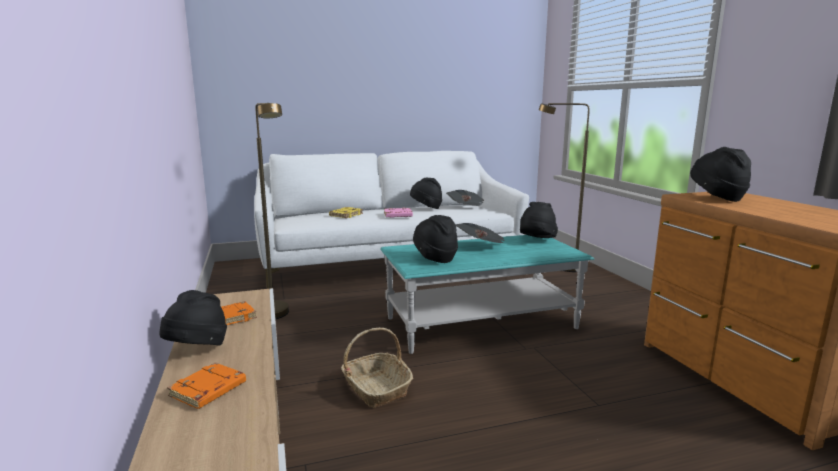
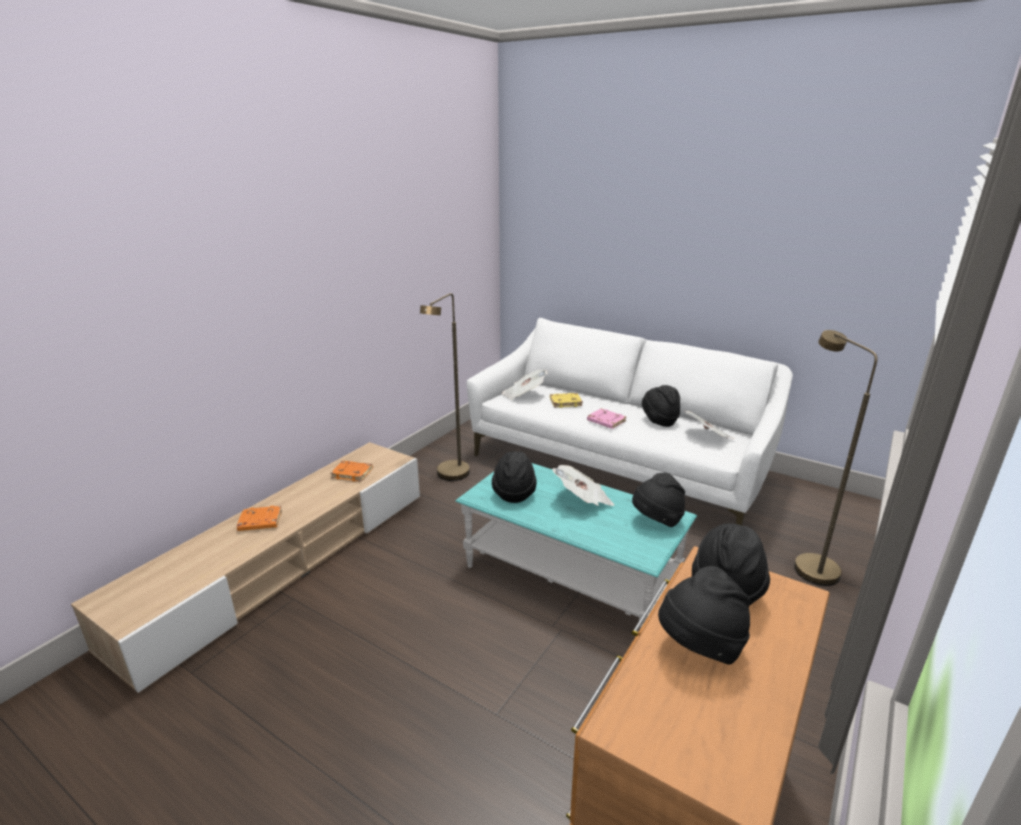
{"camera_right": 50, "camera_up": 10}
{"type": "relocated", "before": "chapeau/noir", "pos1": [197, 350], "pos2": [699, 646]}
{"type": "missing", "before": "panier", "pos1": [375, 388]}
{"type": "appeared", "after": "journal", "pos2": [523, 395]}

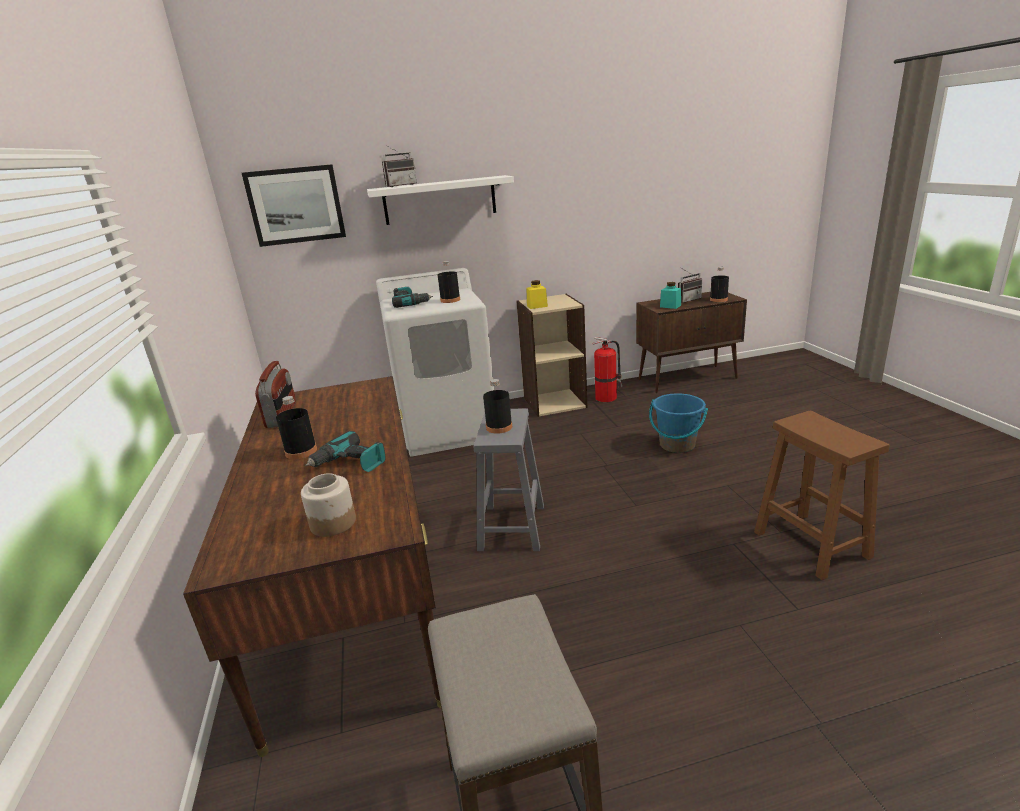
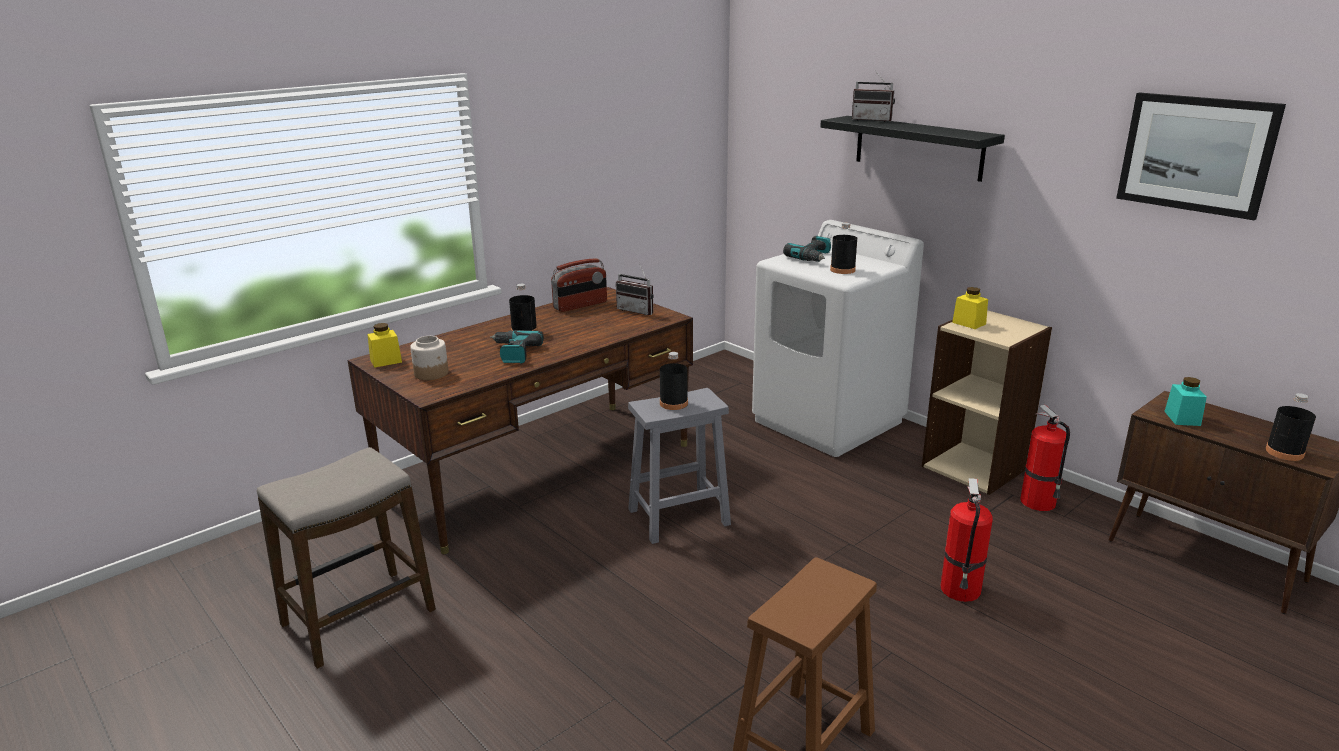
{"camera_right": 60, "camera_up": 0}
{"type": "relocated", "before": "tableau", "pos1": [296, 205], "pos2": [1196, 154]}
{"type": "colour", "before": "étagère/blanc", "after": "étagère/noir", "pos1": [440, 200], "pos2": [918, 147]}
{"type": "relocated", "before": "radio", "pos1": [687, 300], "pos2": [638, 310]}
{"type": "exchanged", "before": "seau/bleu", "after": "extincteur", "pos1": [677, 445], "pos2": [961, 590]}
{"type": "appeared", "after": "bocal/jaune", "pos2": [386, 361]}

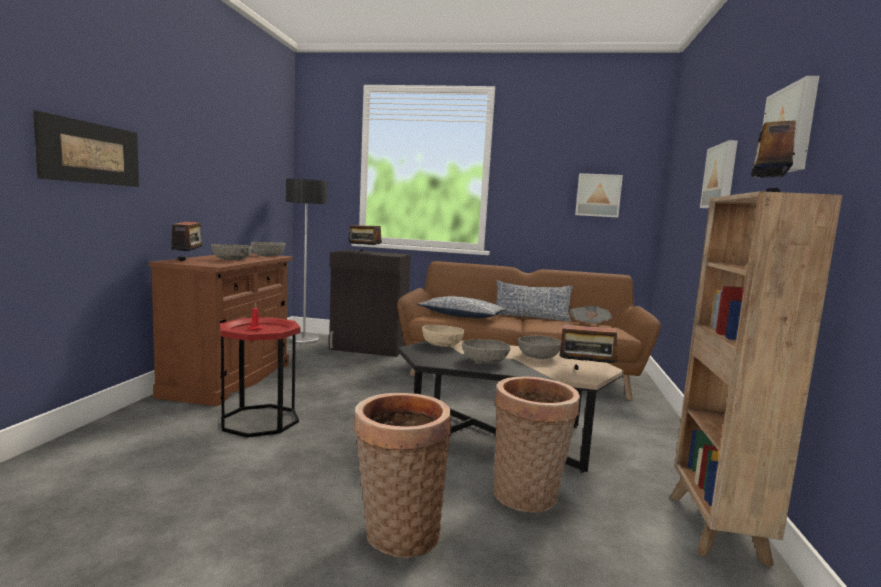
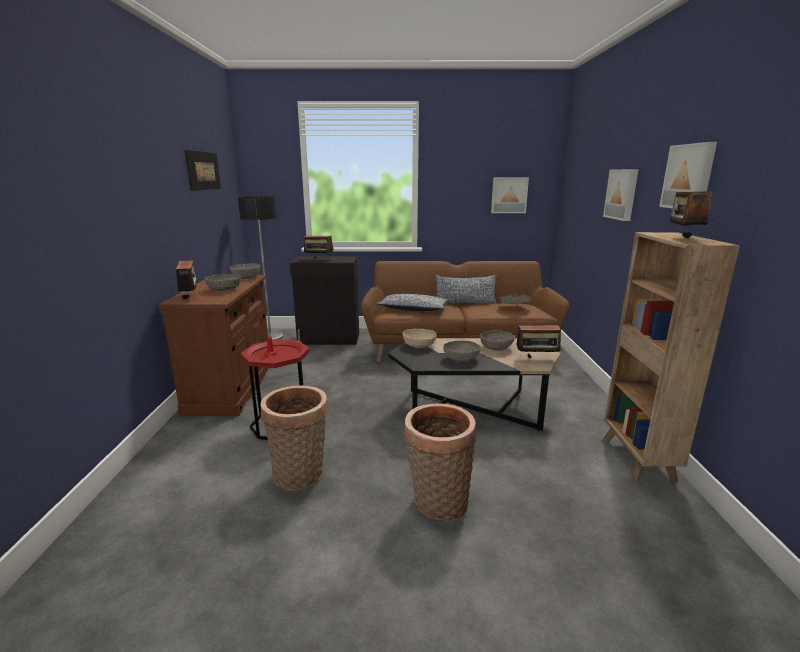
{"camera_right": -10, "camera_up": 10}
{"type": "relocated", "before": "tableau", "pos1": [91, 153], "pos2": [203, 171]}
{"type": "relocated", "before": "panier", "pos1": [528, 497], "pos2": [300, 476]}

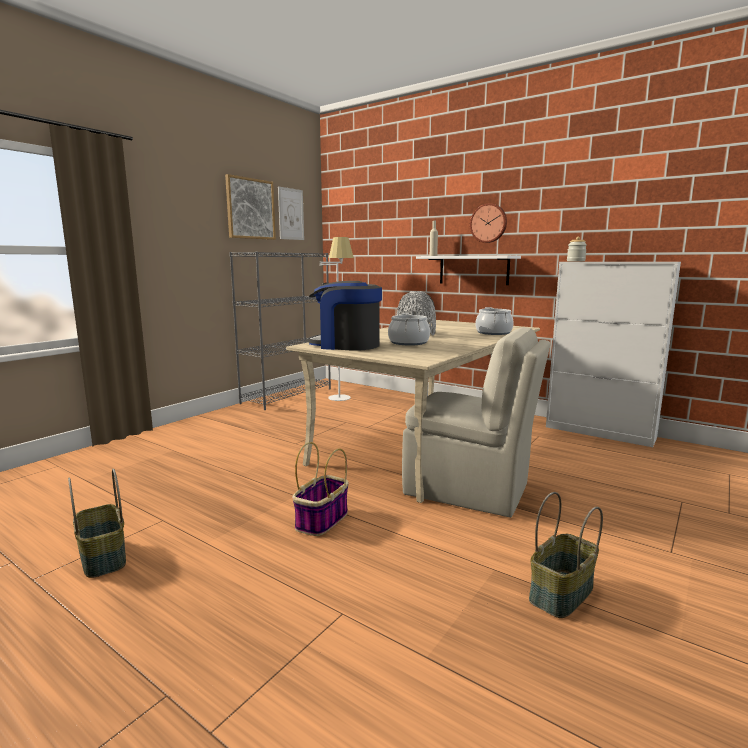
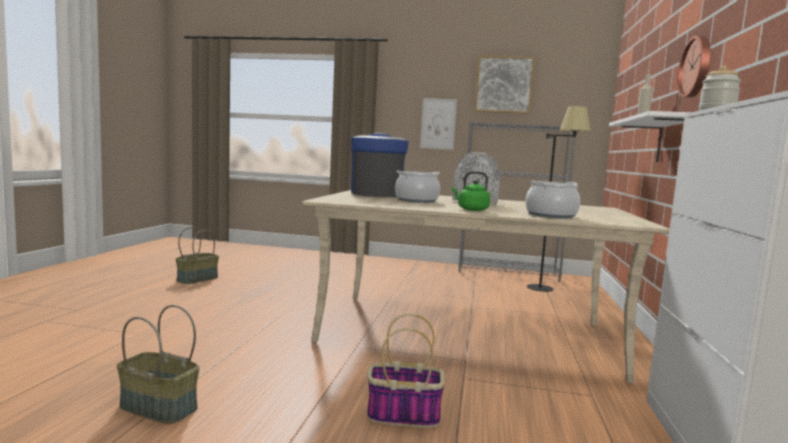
{"camera_right": 65, "camera_up": -5}
{"type": "relocated", "before": "tableau", "pos1": [291, 214], "pos2": [438, 124]}
{"type": "colour", "before": "lampadaire/blanc", "after": "lampadaire/noir", "pos1": [340, 395], "pos2": [549, 287]}
{"type": "missing", "before": "chaise/beige", "pos1": [469, 490]}
{"type": "relocated", "before": "panier", "pos1": [322, 521], "pos2": [402, 415]}
{"type": "appeared", "after": "bouilloire/vert", "pos2": [471, 209]}

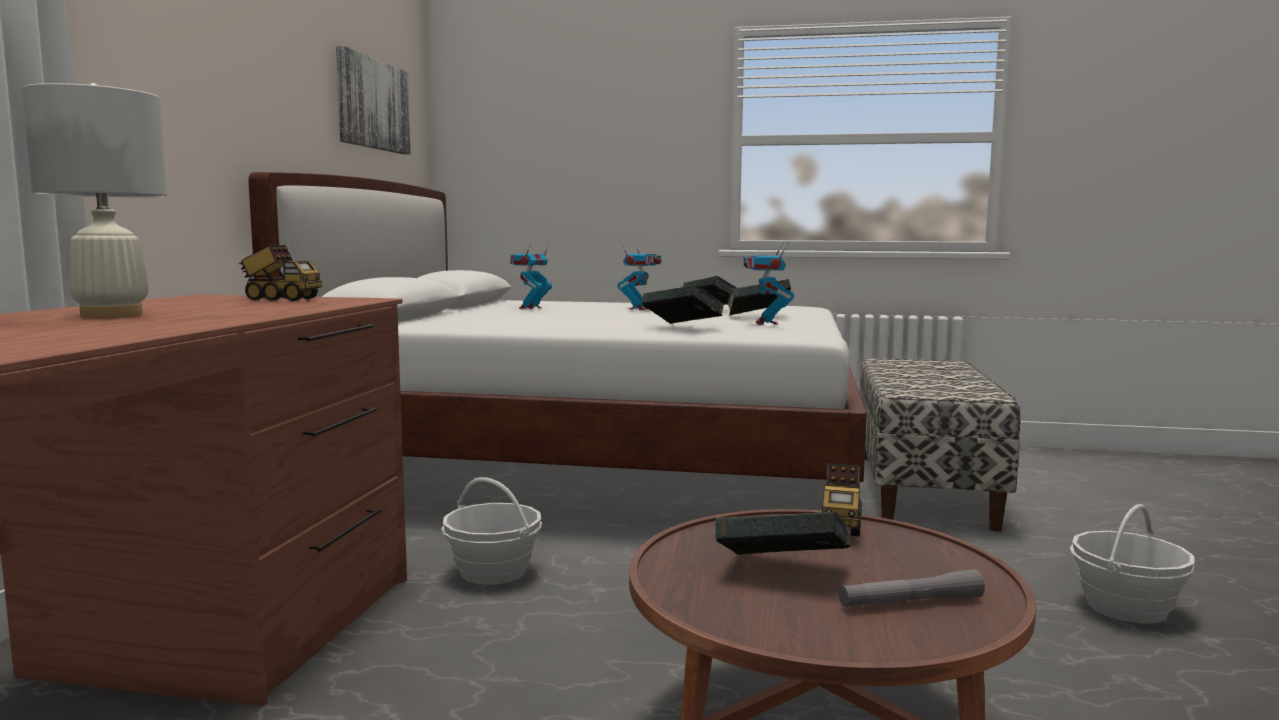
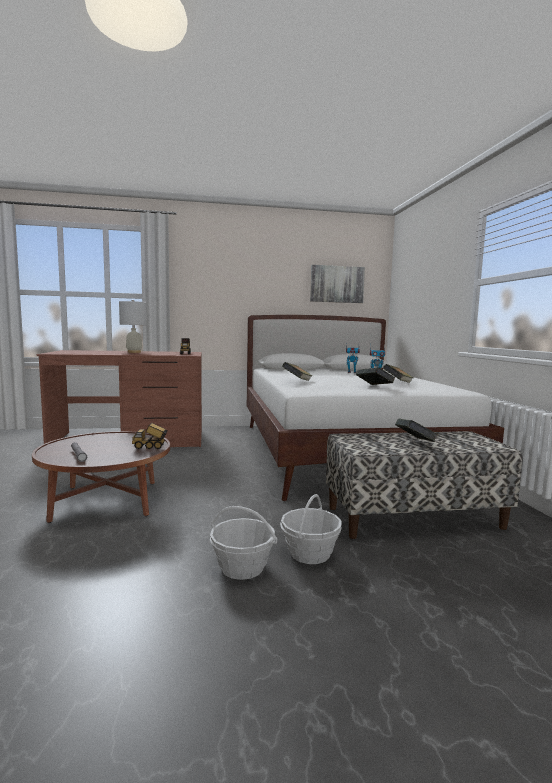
{"camera_right": 70, "camera_up": 0}
{"type": "missing", "before": "robot jouet", "pos1": [766, 323]}
{"type": "relocated", "before": "panier", "pos1": [493, 572], "pos2": [310, 553]}
{"type": "relocated", "before": "livre", "pos1": [782, 571], "pos2": [414, 443]}

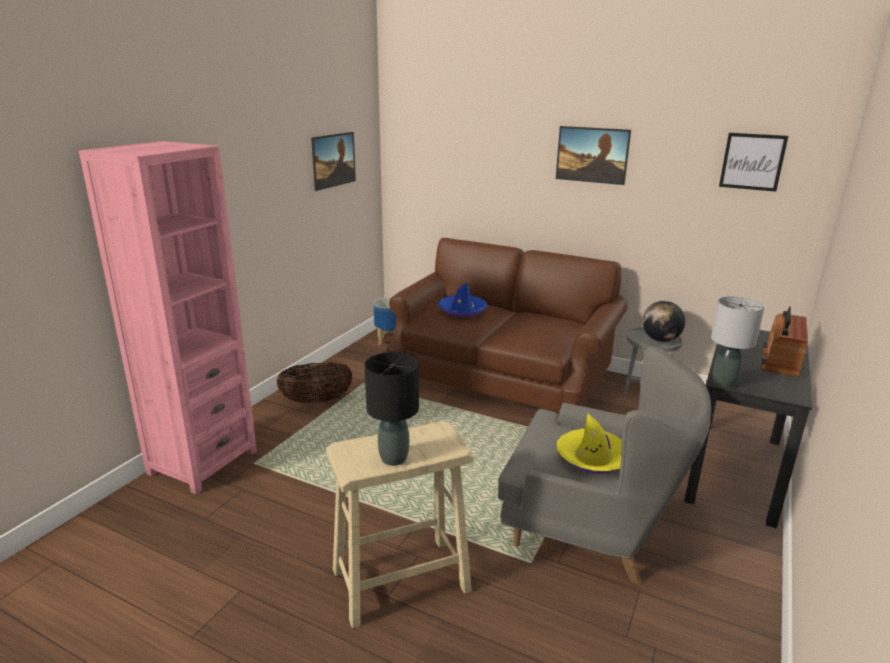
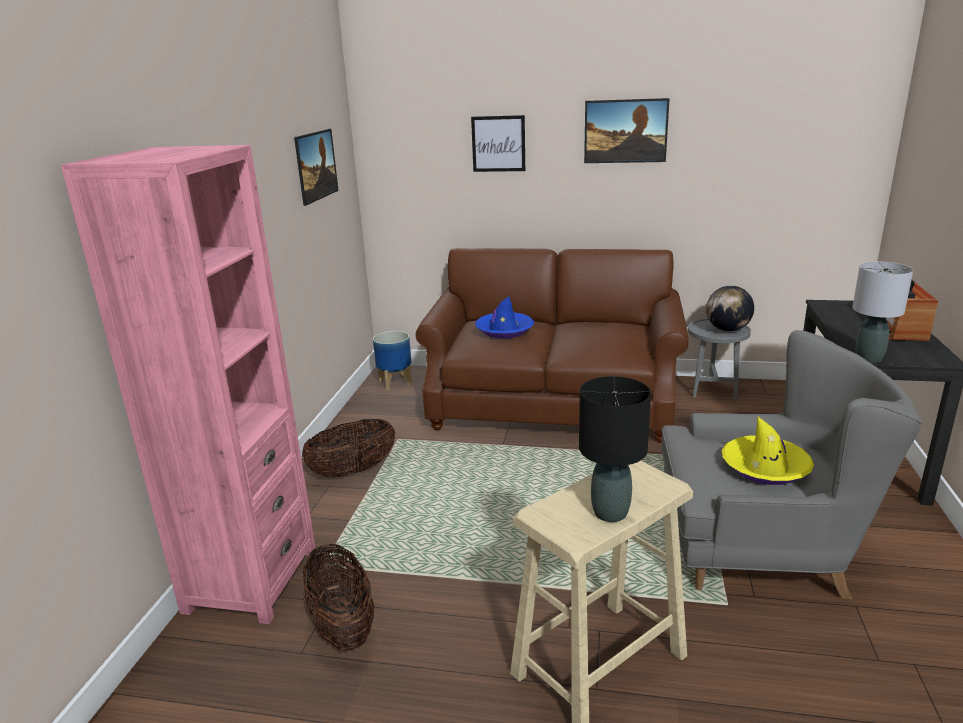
{"camera_right": -15, "camera_up": 0}
{"type": "relocated", "before": "tableau", "pos1": [752, 161], "pos2": [498, 144]}
{"type": "appeared", "after": "panier", "pos2": [342, 625]}

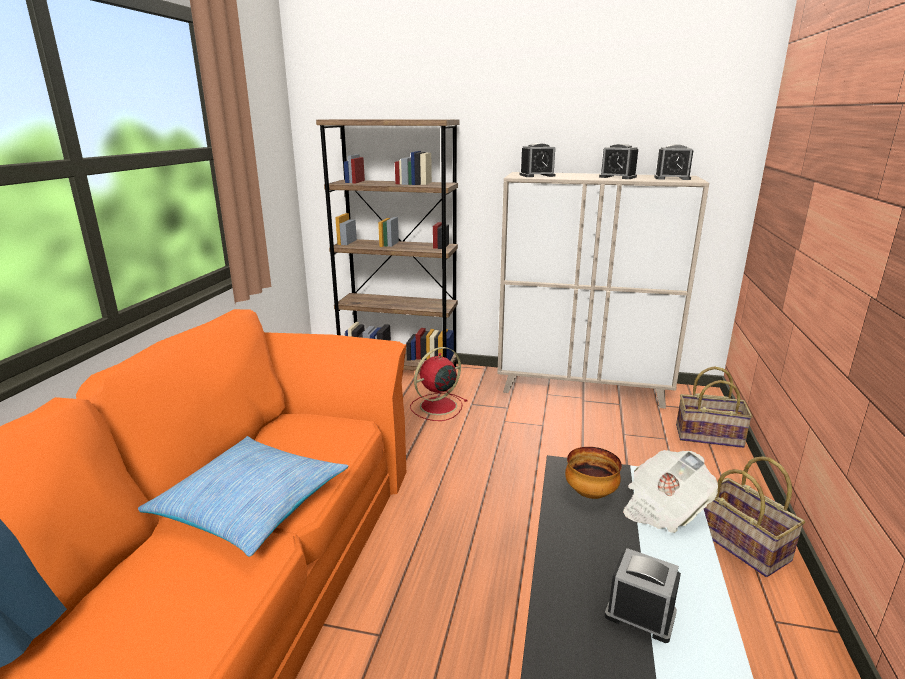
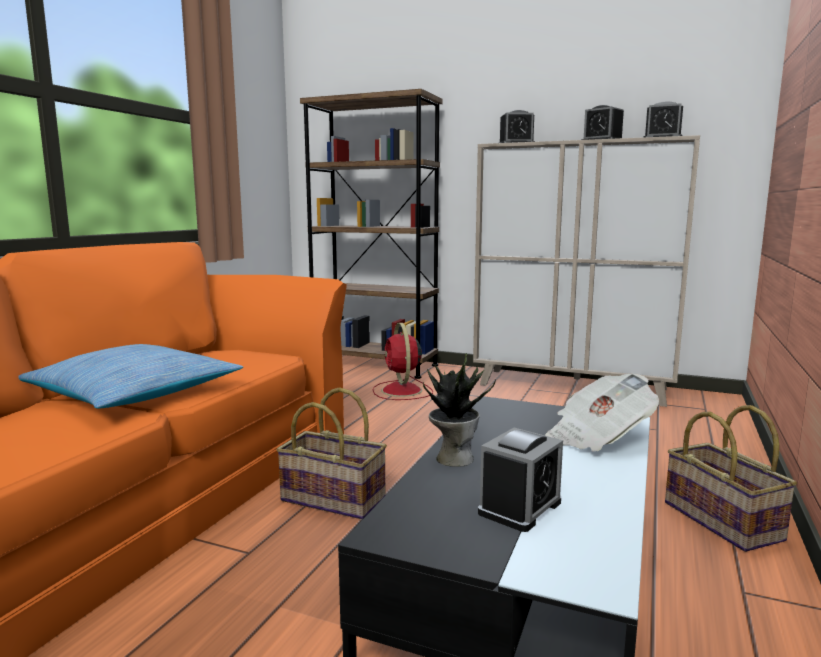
{"camera_right": 10, "camera_up": -10}
{"type": "spun", "before": "ventilateur/rouge", "pos1": [437, 406], "pos2": [402, 391], "turn": -75}
{"type": "relocated", "before": "panier", "pos1": [709, 435], "pos2": [334, 498]}
{"type": "missing", "before": "bol", "pos1": [590, 494]}
{"type": "spun", "before": "réveil", "pos1": [640, 614], "pos2": [520, 507], "turn": 90}
{"type": "appeared", "after": "plante en pot", "pos2": [453, 458]}

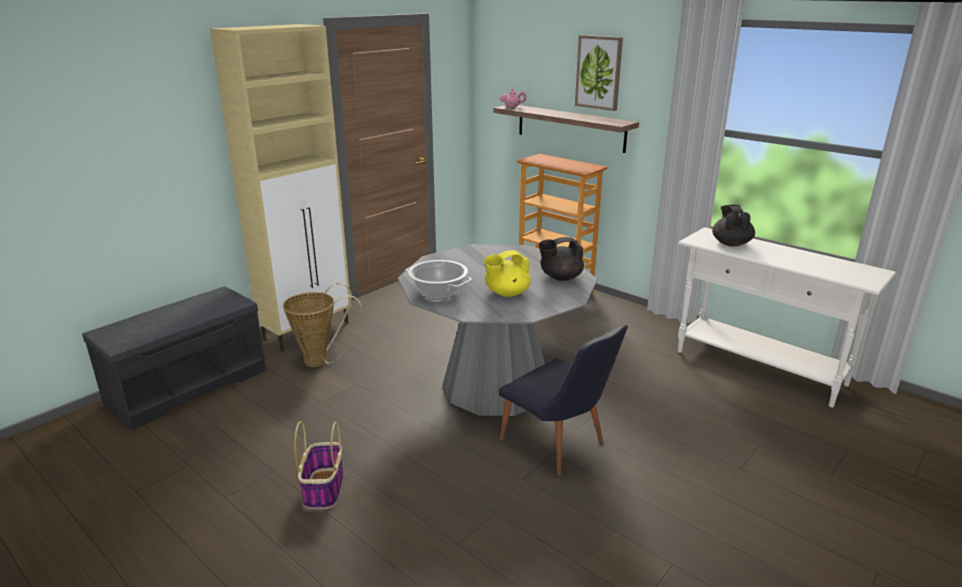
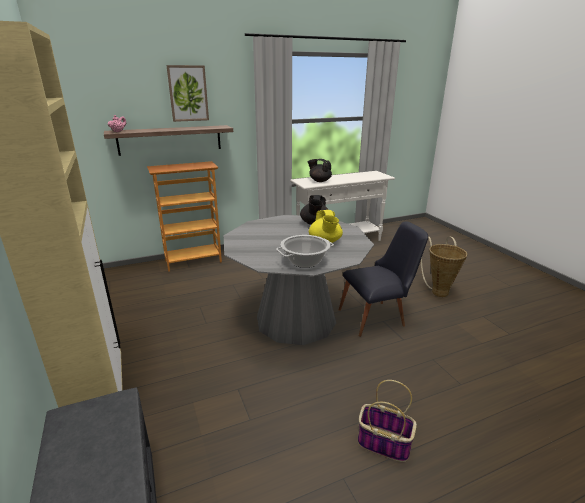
{"camera_right": -65, "camera_up": 0}
{"type": "relocated", "before": "panier", "pos1": [322, 361], "pos2": [438, 291]}

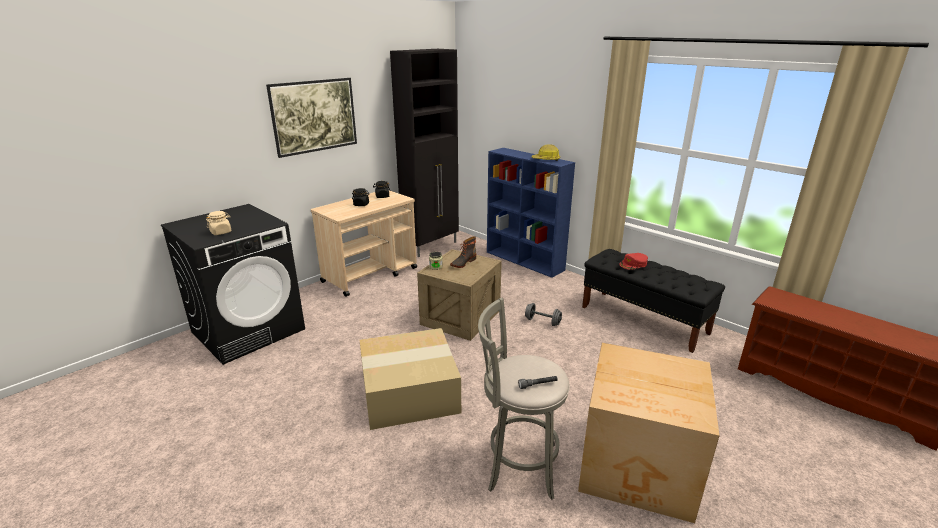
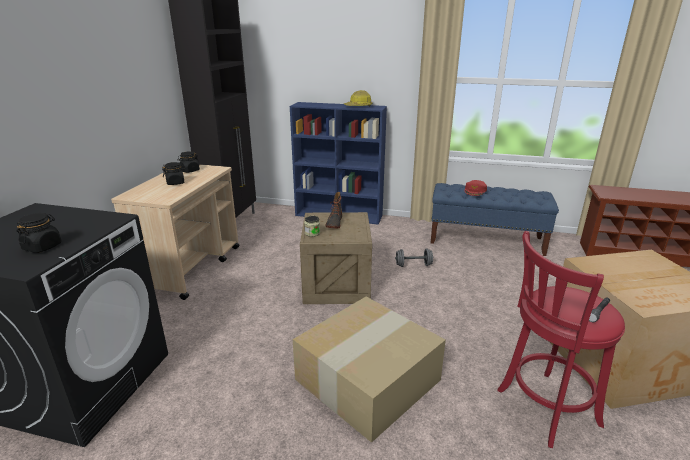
{"camera_right": -30, "camera_up": 0}
{"type": "missing", "before": "tableau", "pos1": [316, 133]}
{"type": "colour", "before": "bocal/beige", "after": "bocal/noir", "pos1": [221, 232], "pos2": [42, 247]}
{"type": "colour", "before": "banc/noir", "after": "banc/bleu", "pos1": [644, 320], "pos2": [486, 240]}
{"type": "colour", "before": "tabouret/gris", "after": "tabouret/rouge", "pos1": [518, 465], "pos2": [543, 409]}

